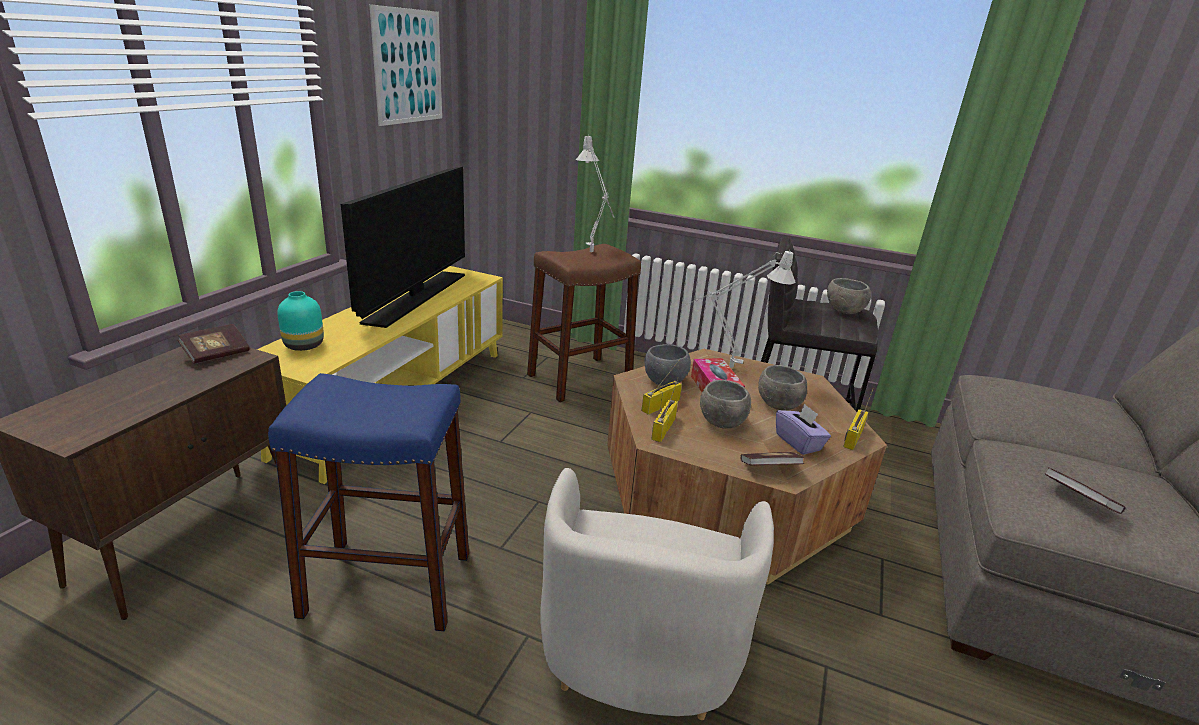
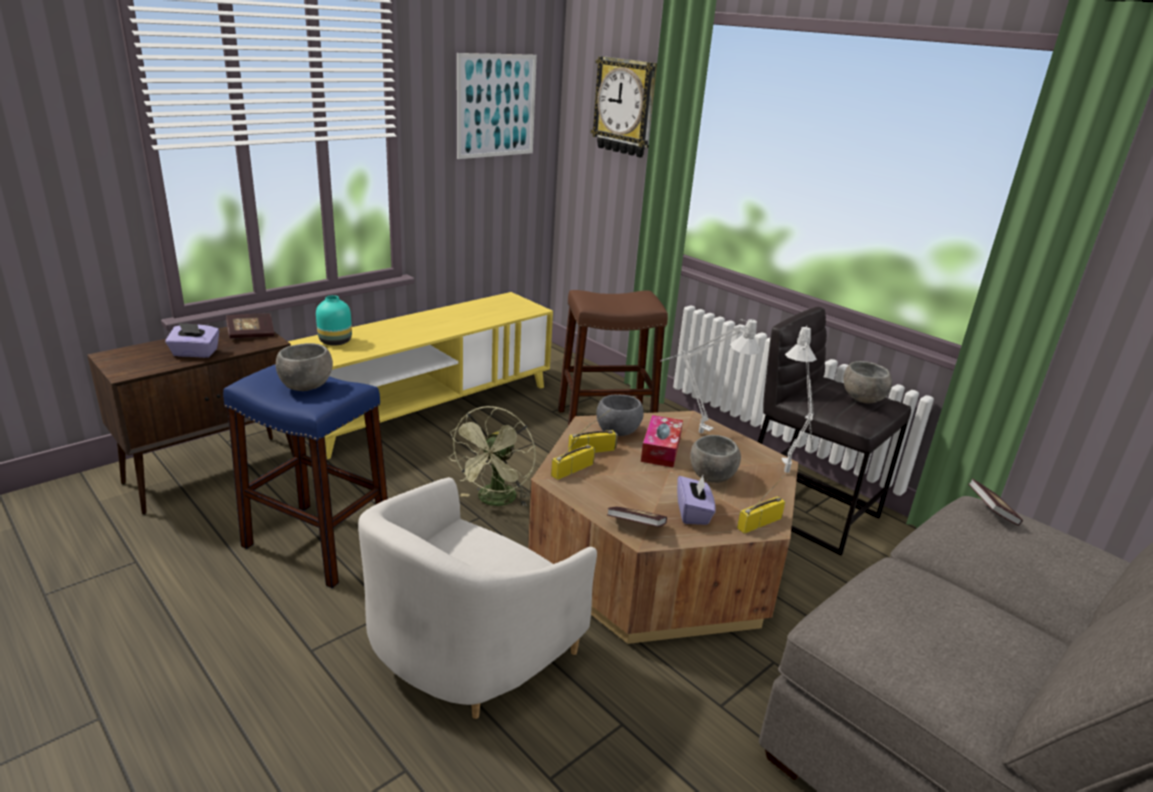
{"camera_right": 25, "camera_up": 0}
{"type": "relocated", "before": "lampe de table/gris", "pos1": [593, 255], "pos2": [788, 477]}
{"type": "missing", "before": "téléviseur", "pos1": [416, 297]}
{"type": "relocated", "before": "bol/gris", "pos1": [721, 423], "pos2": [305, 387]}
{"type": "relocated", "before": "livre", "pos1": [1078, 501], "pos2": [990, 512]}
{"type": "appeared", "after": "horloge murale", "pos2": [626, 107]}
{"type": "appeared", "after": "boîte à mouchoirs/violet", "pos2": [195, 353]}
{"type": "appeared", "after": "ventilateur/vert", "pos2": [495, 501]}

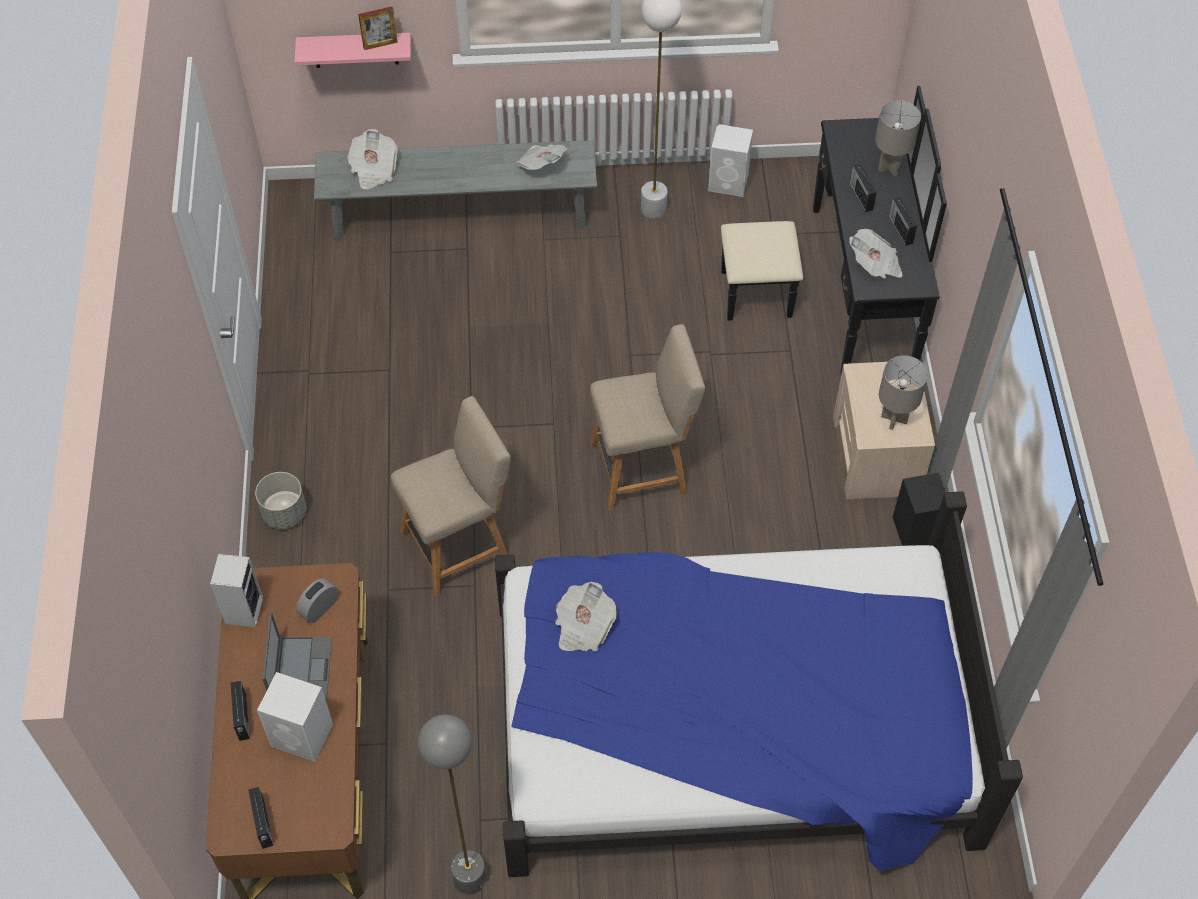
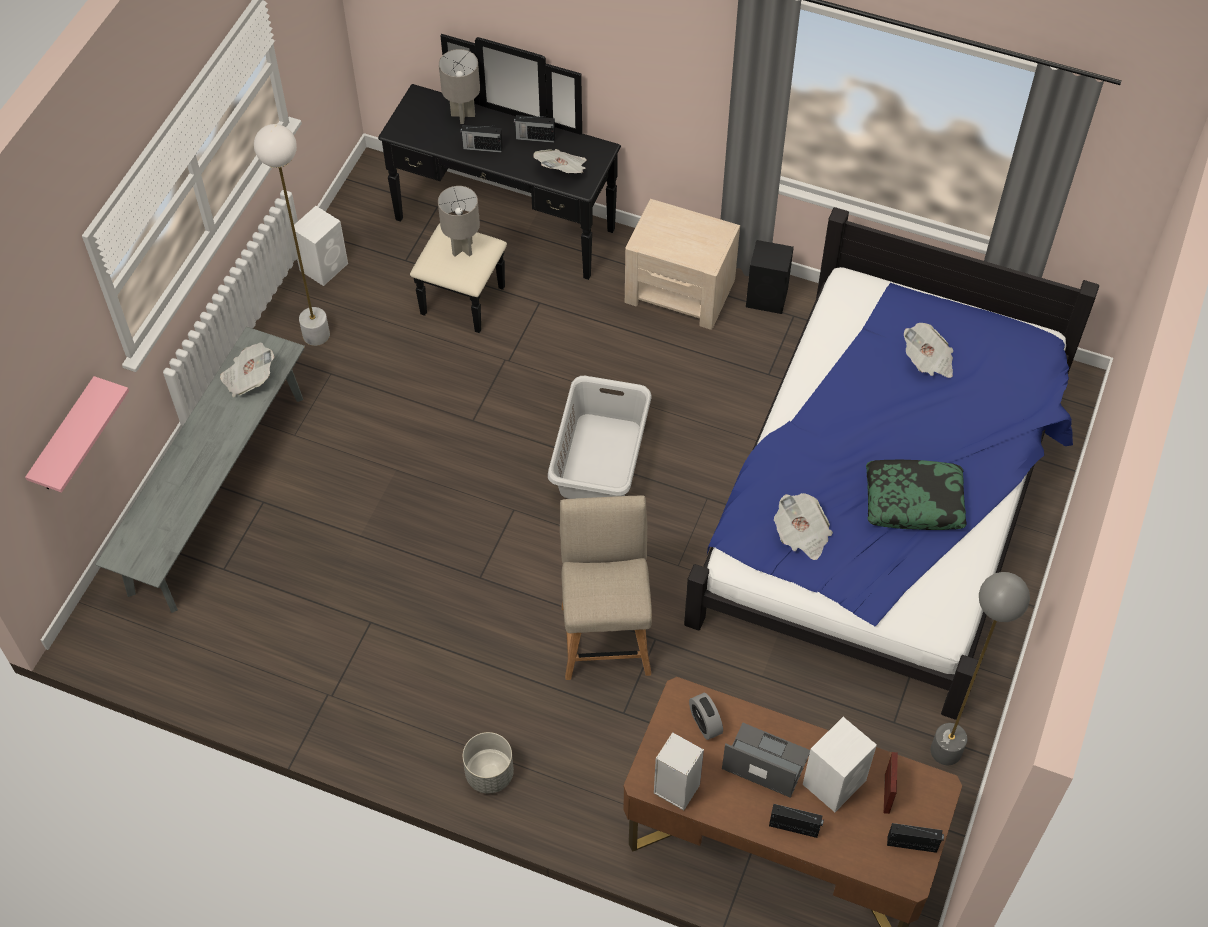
{"camera_right": -65, "camera_up": 0}
{"type": "relocated", "before": "cadre photo", "pos1": [380, 44], "pos2": [887, 793]}
{"type": "relocated", "before": "journal", "pos1": [373, 170], "pos2": [927, 361]}
{"type": "exchanged", "before": "chaise/beige", "after": "panier à linge/gris", "pos1": [643, 468], "pos2": [601, 459]}
{"type": "relocated", "before": "lampe de table/gris", "pos1": [894, 419], "pos2": [462, 248]}
{"type": "appeared", "after": "coussin", "pos2": [914, 501]}

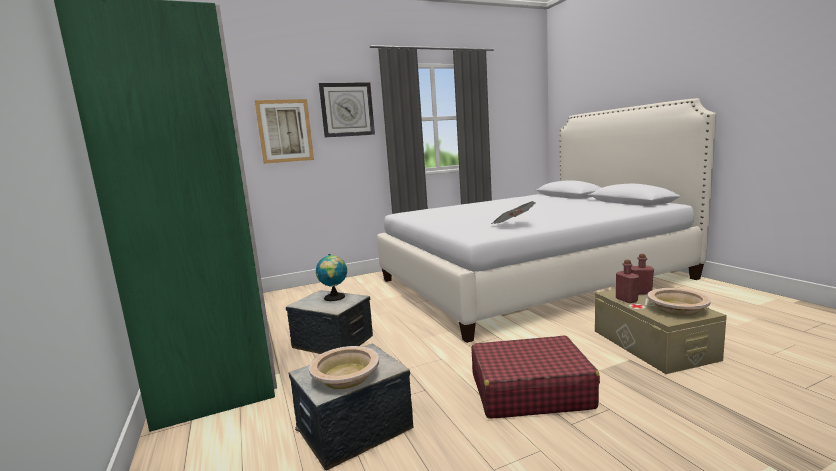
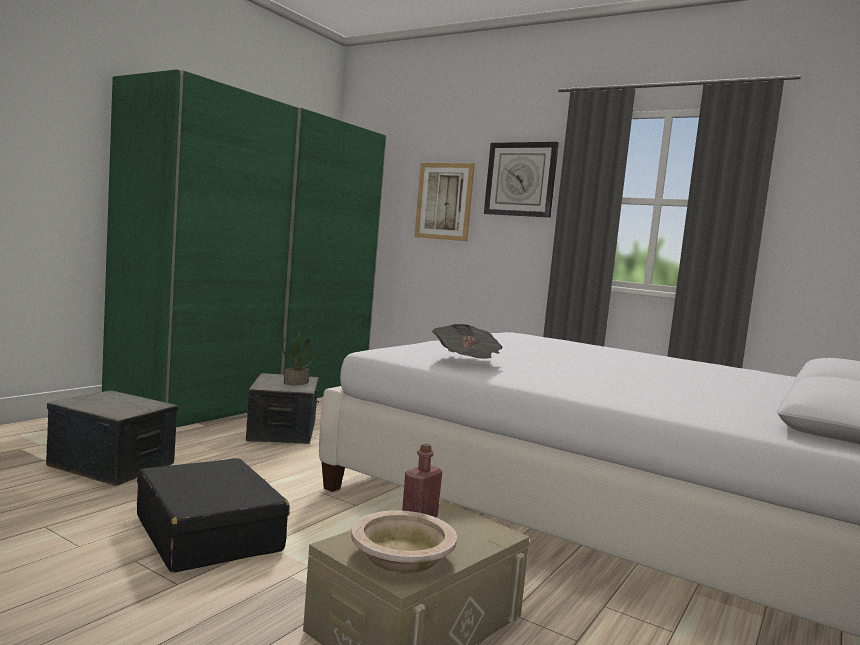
{"camera_right": 55, "camera_up": -5}
{"type": "exchanged", "before": "globe", "after": "plante en pot", "pos1": [334, 298], "pos2": [296, 383]}
{"type": "missing", "before": "bouteille/rouge", "pos1": [641, 292]}
{"type": "colour", "before": "valise/rouge", "after": "valise/noir", "pos1": [529, 391], "pos2": [208, 533]}
{"type": "missing", "before": "bol/beige", "pos1": [346, 376]}

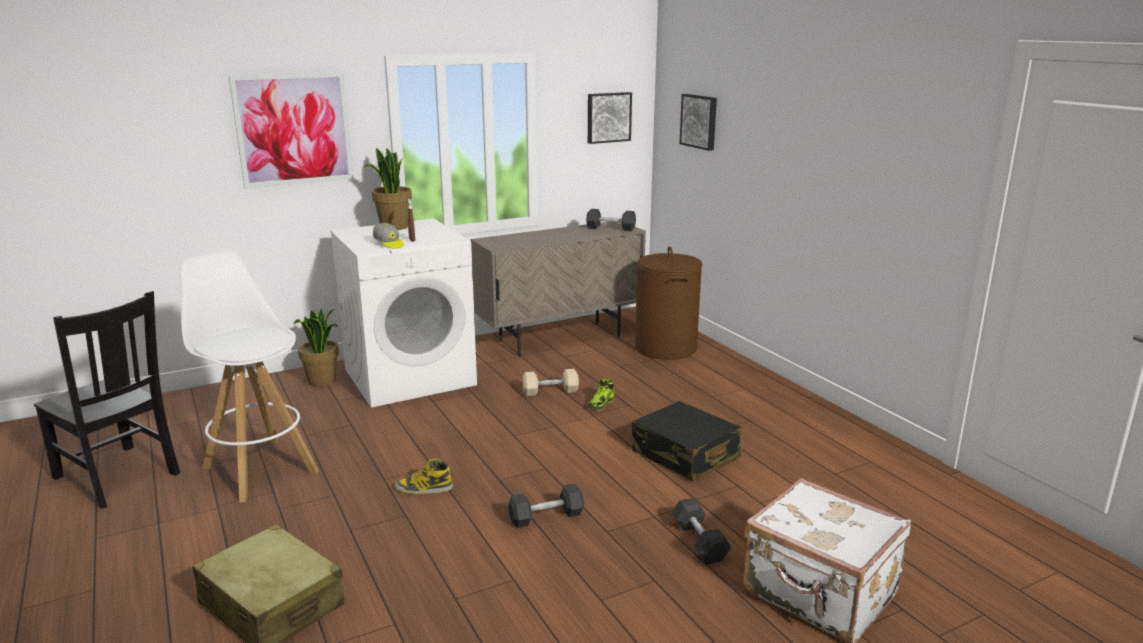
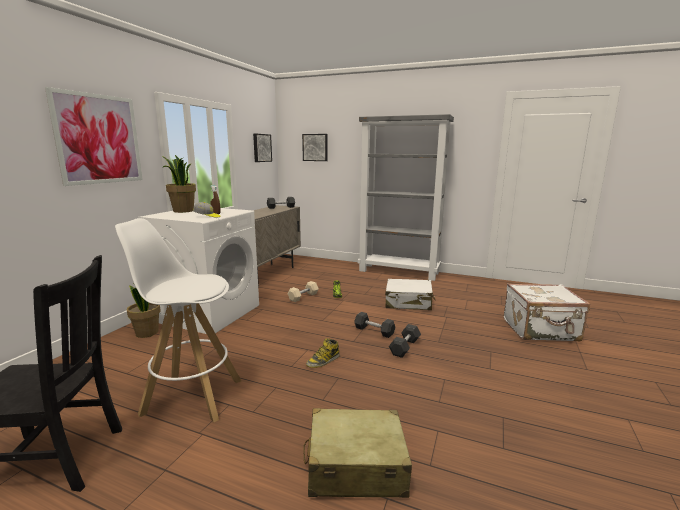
{"camera_right": -40, "camera_up": -5}
{"type": "missing", "before": "panier à linge/marron", "pos1": [666, 348]}
{"type": "colour", "before": "valise/noir", "after": "valise/blanc", "pos1": [685, 455], "pos2": [408, 302]}
{"type": "relocated", "before": "haltère/gris", "pos1": [699, 541], "pos2": [374, 331]}
{"type": "appeared", "after": "bibliothèque/gris", "pos2": [399, 272]}

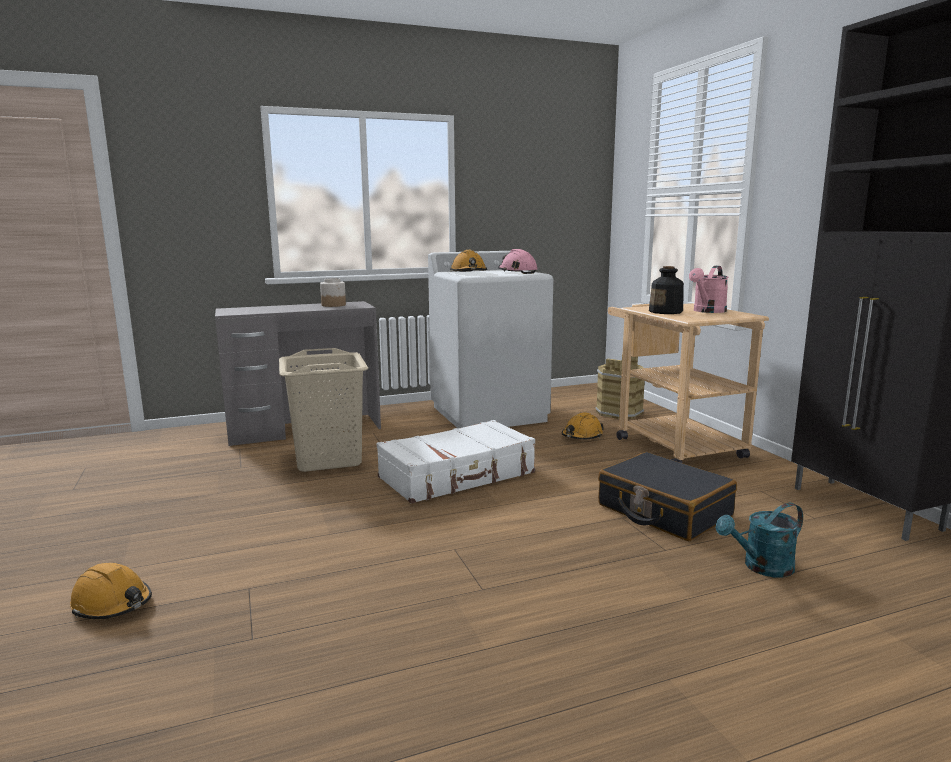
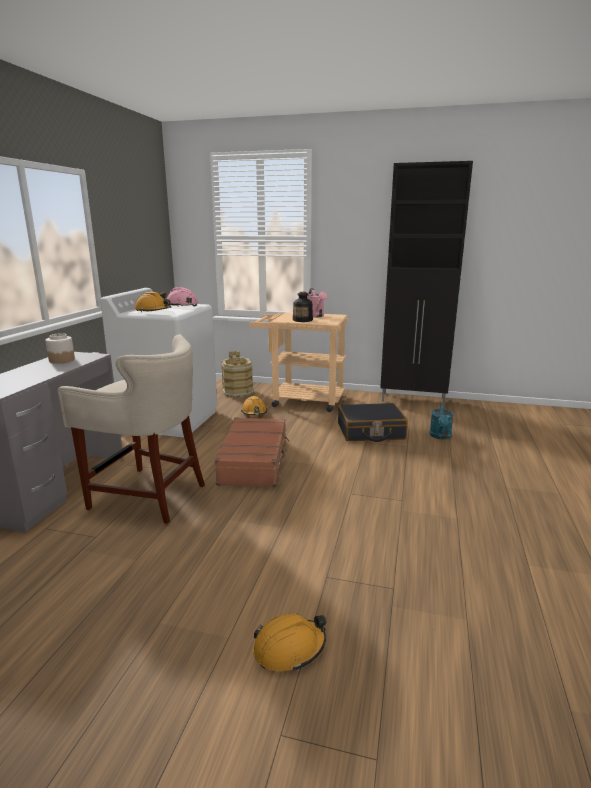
{"camera_right": -55, "camera_up": 5}
{"type": "exchanged", "before": "panier à linge/beige", "after": "tabouret/beige", "pos1": [327, 459], "pos2": [148, 495]}
{"type": "colour", "before": "valise/blanc", "after": "valise/marron", "pos1": [458, 476], "pos2": [255, 461]}

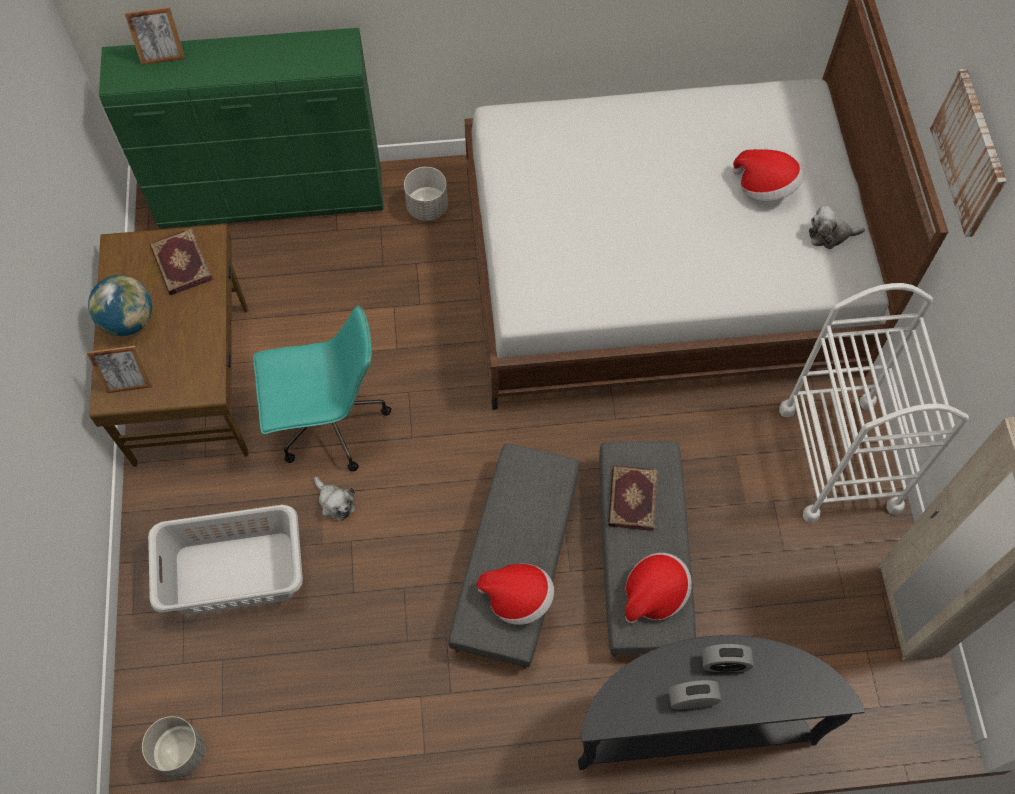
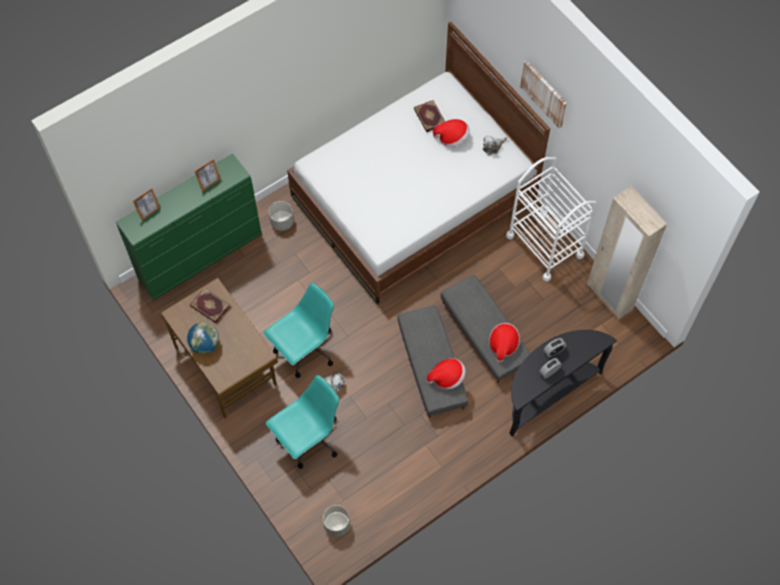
{"camera_right": -30, "camera_up": 0}
{"type": "relocated", "before": "cadre photo", "pos1": [129, 384], "pos2": [209, 183]}
{"type": "relocated", "before": "livre", "pos1": [631, 499], "pos2": [429, 117]}
{"type": "exchanged", "before": "panier à linge/gris", "after": "chaise de bureau/turquoise", "pos1": [236, 574], "pos2": [308, 439]}

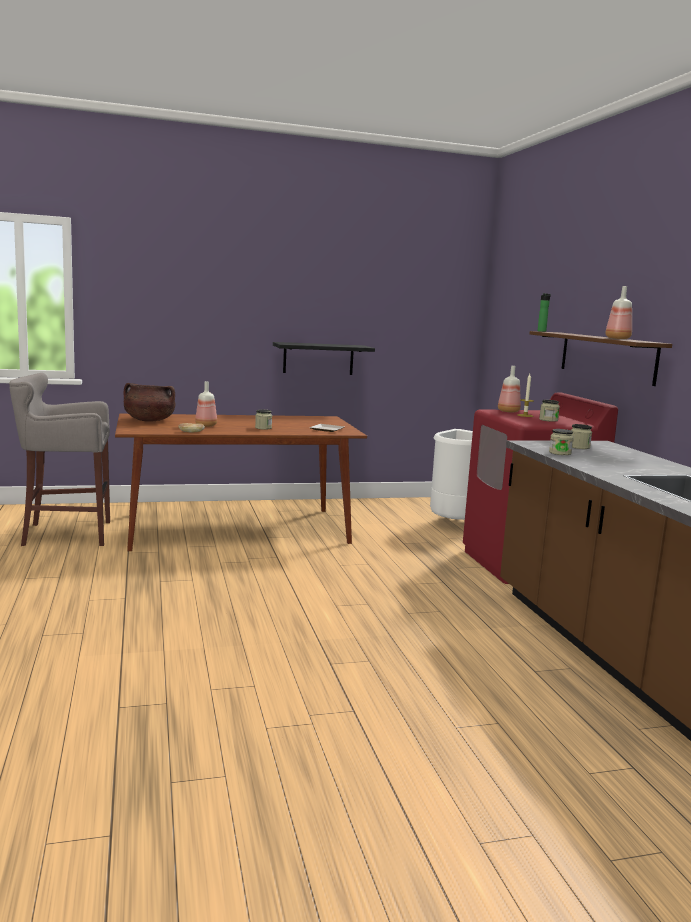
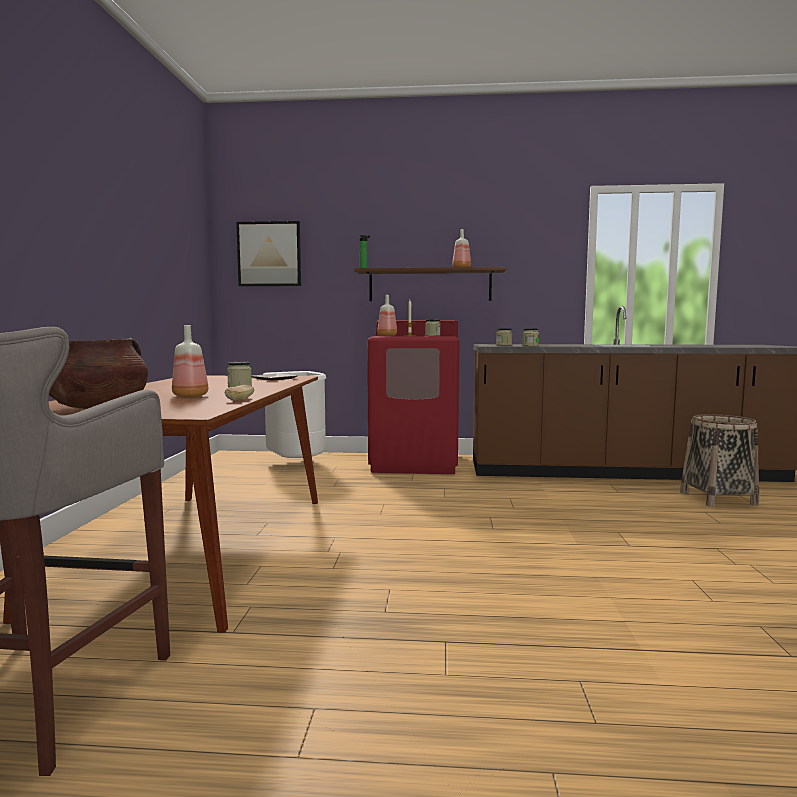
{"camera_right": -70, "camera_up": -5}
{"type": "missing", "before": "étagère/noir", "pos1": [318, 358]}
{"type": "appeared", "after": "tableau", "pos2": [269, 254]}
{"type": "appeared", "after": "panier", "pos2": [717, 498]}

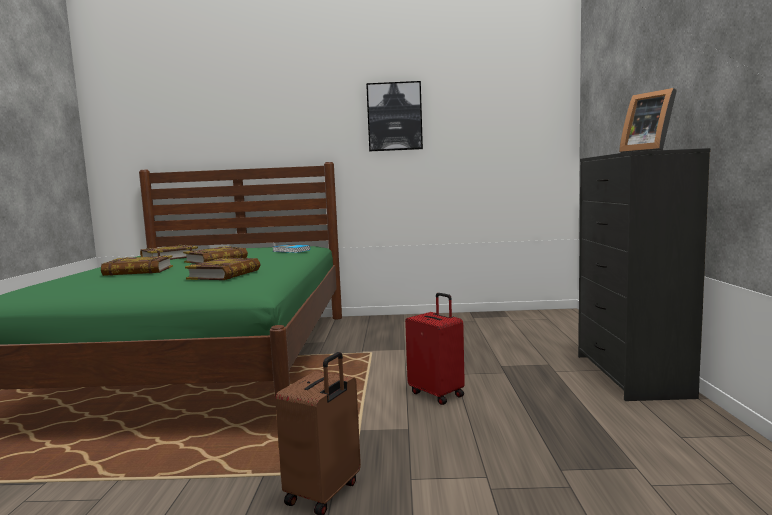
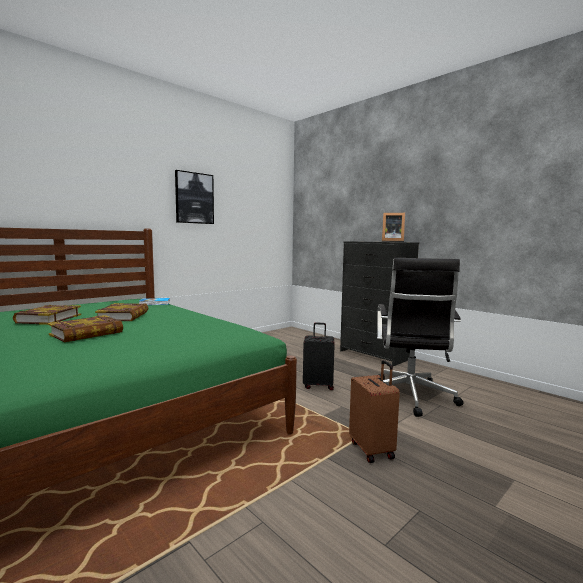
{"camera_right": -45, "camera_up": 0}
{"type": "missing", "before": "livre", "pos1": [225, 274]}
{"type": "colour", "before": "valise/rouge", "after": "valise/noir", "pos1": [437, 394], "pos2": [318, 385]}
{"type": "appeared", "after": "chaise de bureau/noir", "pos2": [409, 397]}

